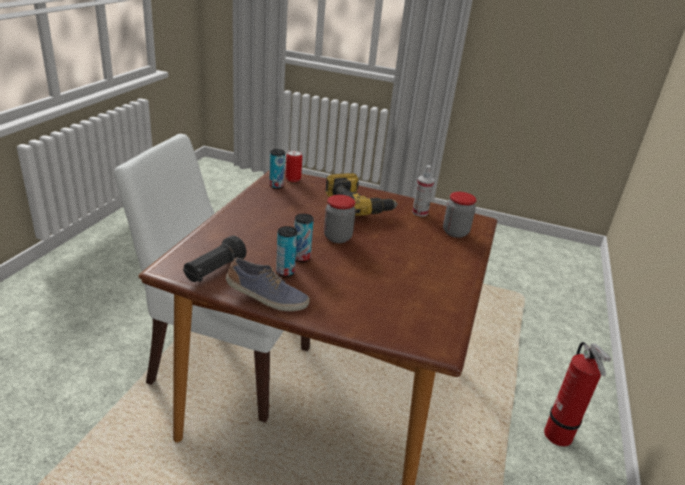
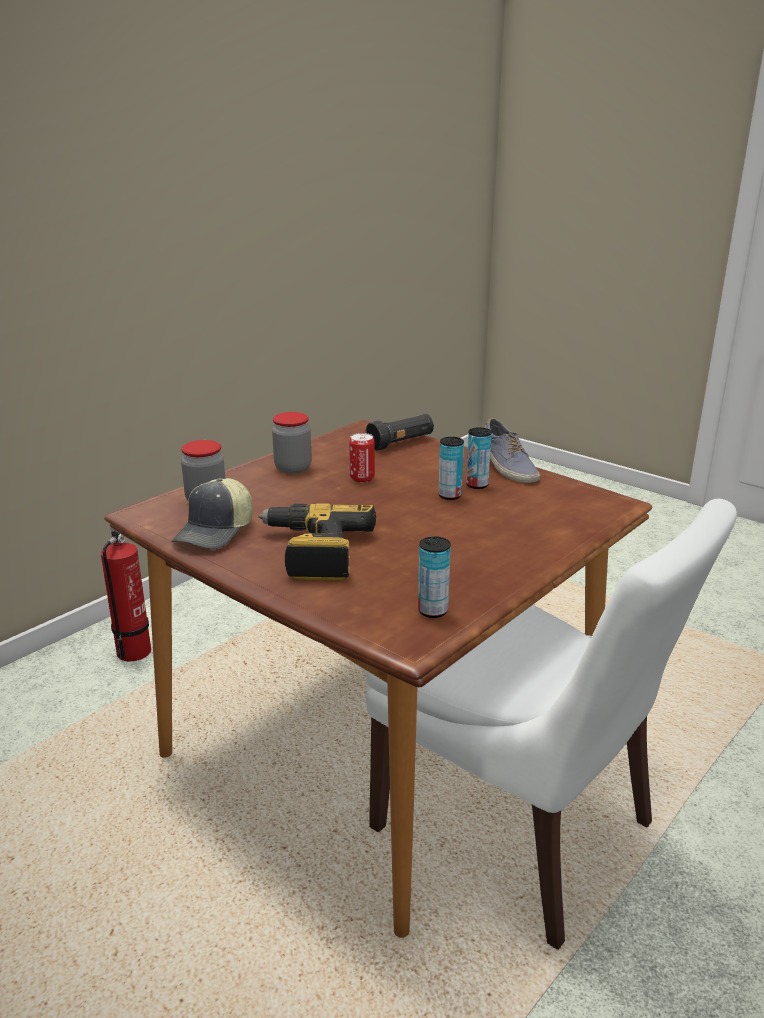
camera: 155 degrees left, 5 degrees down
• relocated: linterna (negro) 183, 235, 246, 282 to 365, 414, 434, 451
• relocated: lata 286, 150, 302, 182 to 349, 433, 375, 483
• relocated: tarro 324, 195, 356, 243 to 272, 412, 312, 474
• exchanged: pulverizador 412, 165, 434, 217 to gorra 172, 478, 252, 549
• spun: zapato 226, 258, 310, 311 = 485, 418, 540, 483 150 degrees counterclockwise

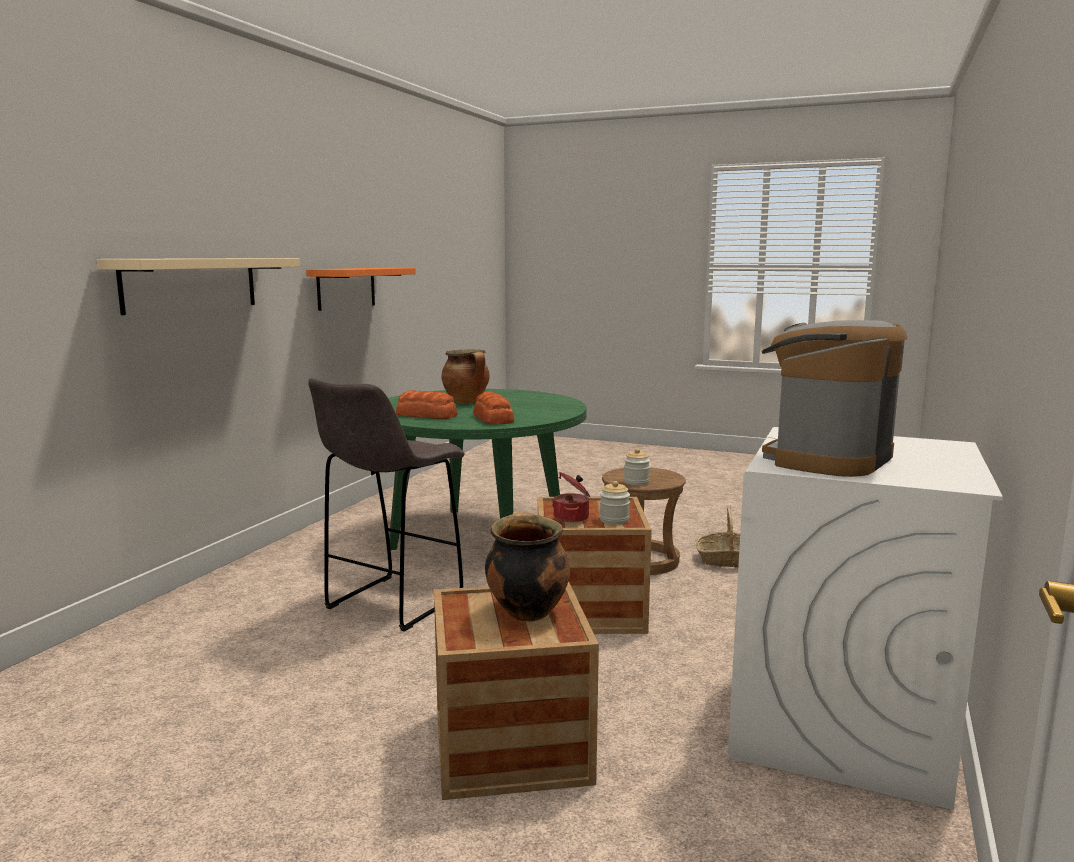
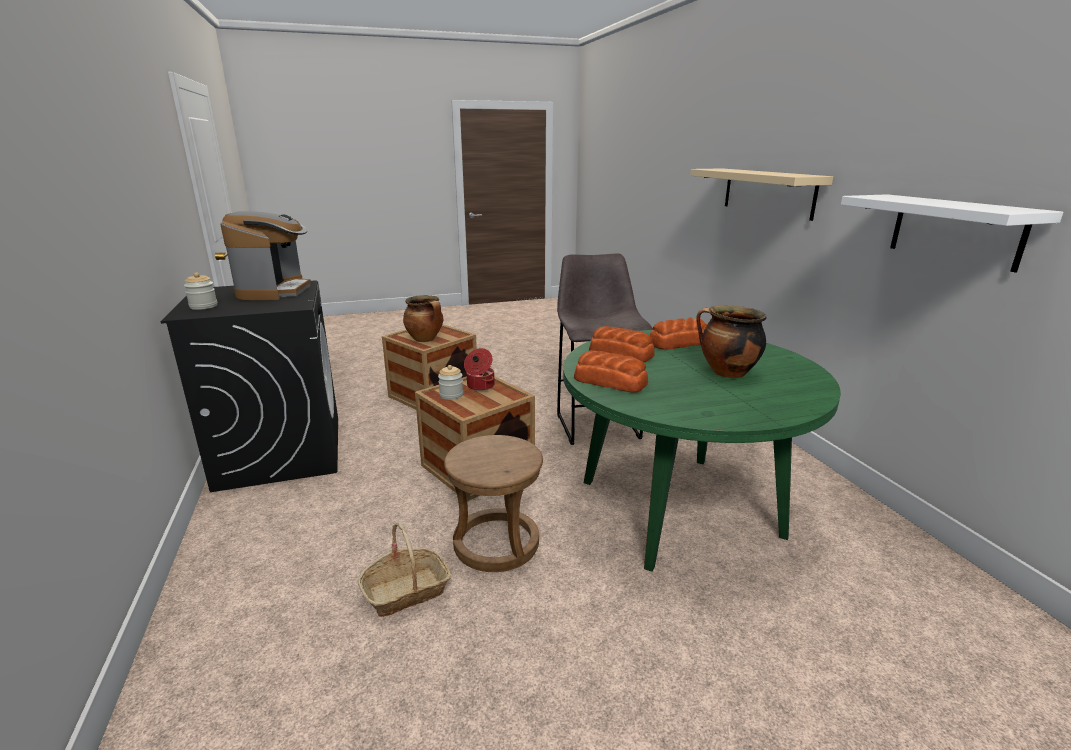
camera: 140 degrees right, 10 degrees up
• appeared: pan 574, 350, 648, 393
• relocated: tarro 624, 448, 650, 485 to 184, 272, 217, 310
• colour: estante (naranja) 306, 268, 416, 311 to estante (blanco) 841, 194, 1063, 273
• colour: lavadora (blanco) 728, 427, 1003, 810 to lavadora (negro) 160, 280, 338, 492

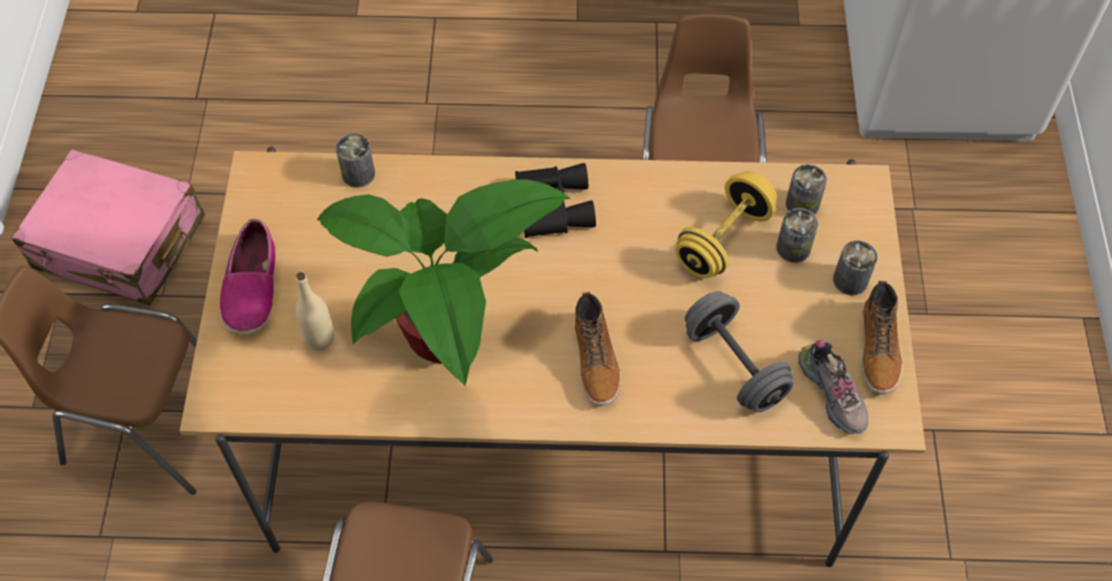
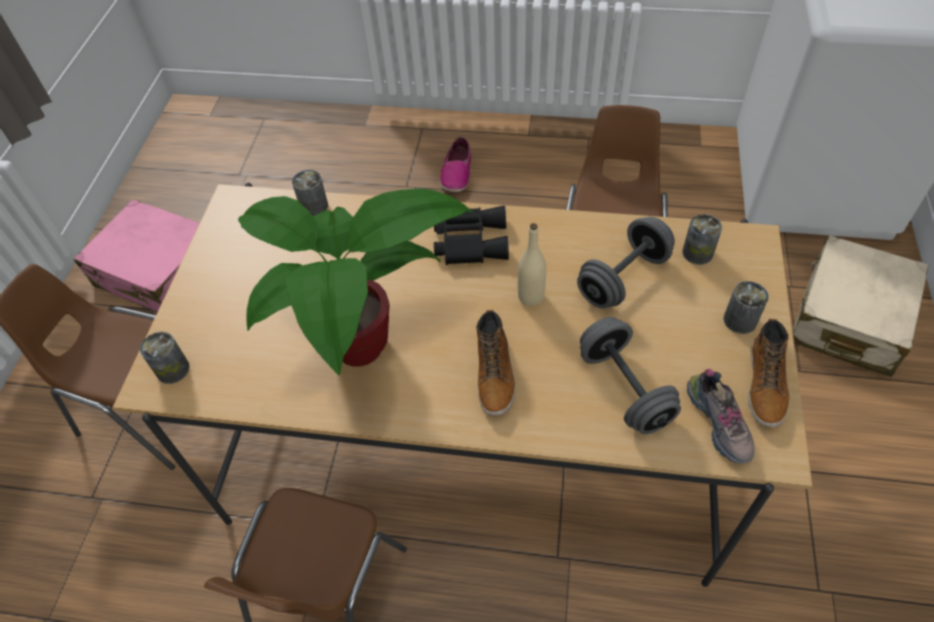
camera: 10 degrees right, 5 degrees down
• appeared: maleta (beis) 792, 235, 929, 377
• relocated: zapato 220, 219, 275, 334 to 440, 137, 471, 192
• relocated: botella (beis) 296, 272, 334, 351 to 518, 223, 546, 306
• relocated: lata 776, 208, 818, 263 to 140, 332, 190, 384
• colour: mancuerna (amarillo) 675, 171, 777, 278 to mancuerna (gris) 577, 217, 675, 308

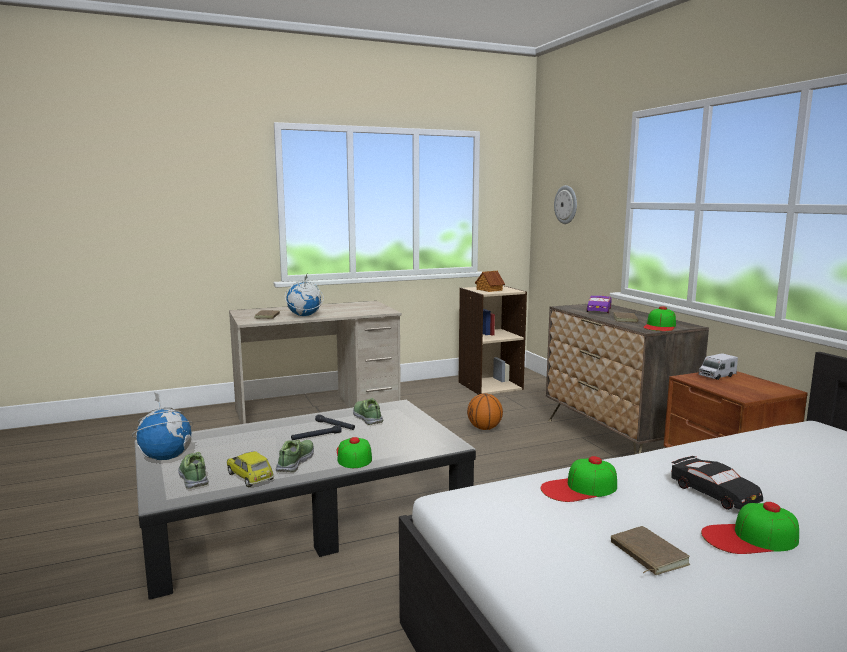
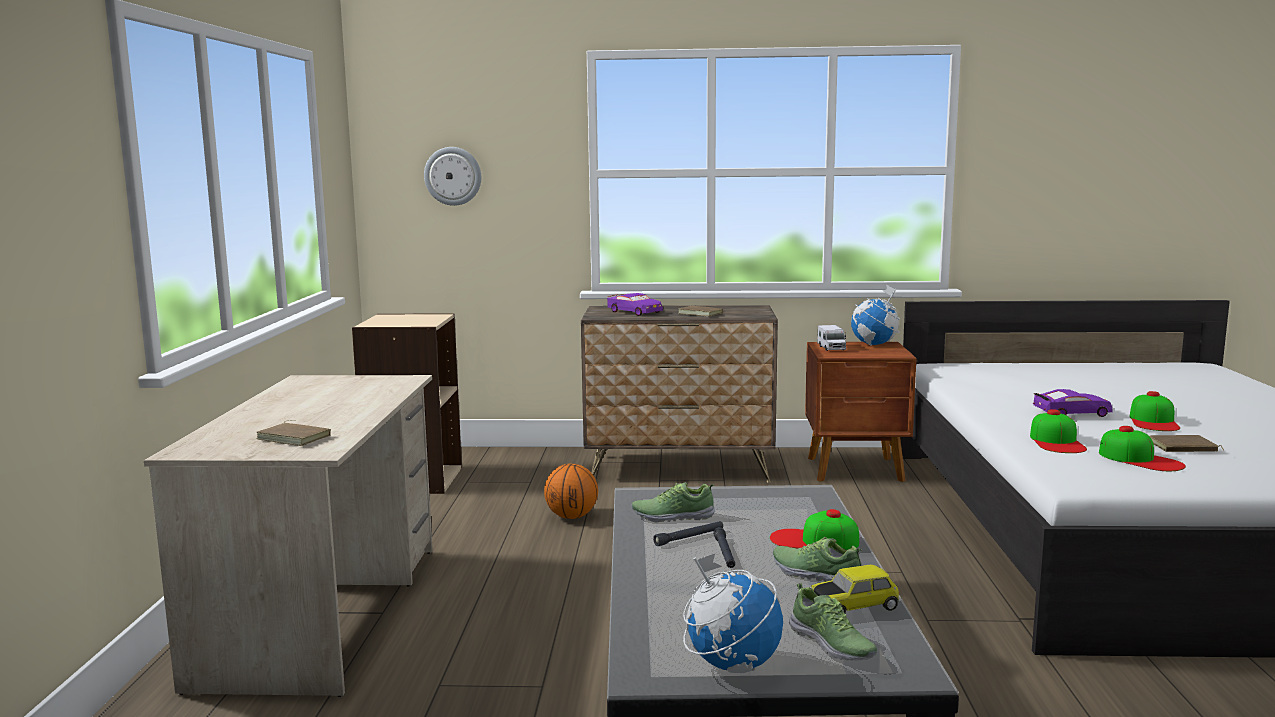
camera: 65 degrees left, 0 degrees up
• missing: casita 475, 271, 505, 292
• relocated: globo terráqueo 285, 274, 324, 316 to 851, 284, 900, 346
• relocated: gorra 643, 306, 676, 331 to 1099, 426, 1186, 471
• colour: coche de juguete (negro) 671, 456, 763, 510 to coche de juguete (morado) 1033, 389, 1113, 417
• spun: zapato 178, 452, 209, 489 = 789, 583, 877, 660 120 degrees counterclockwise

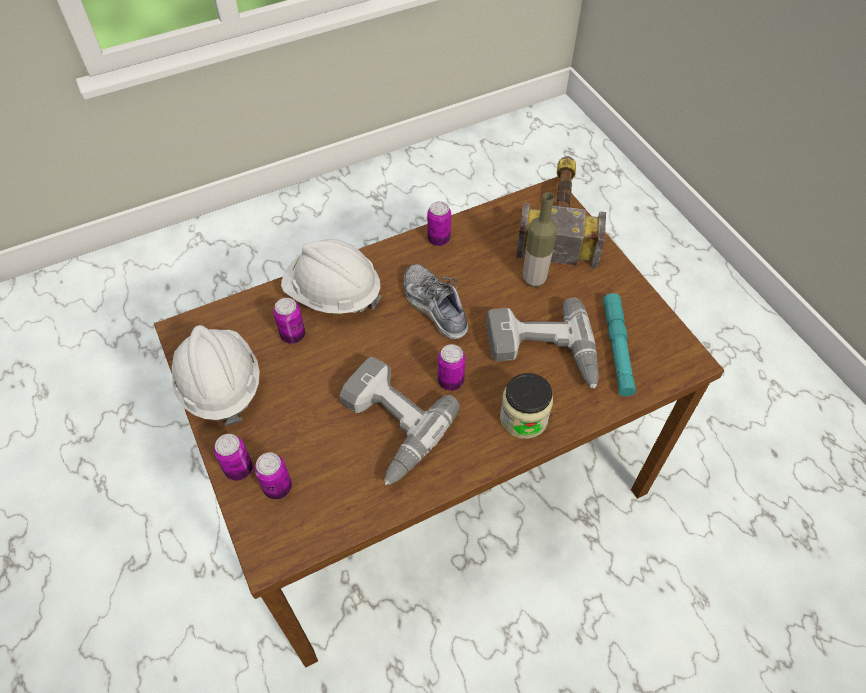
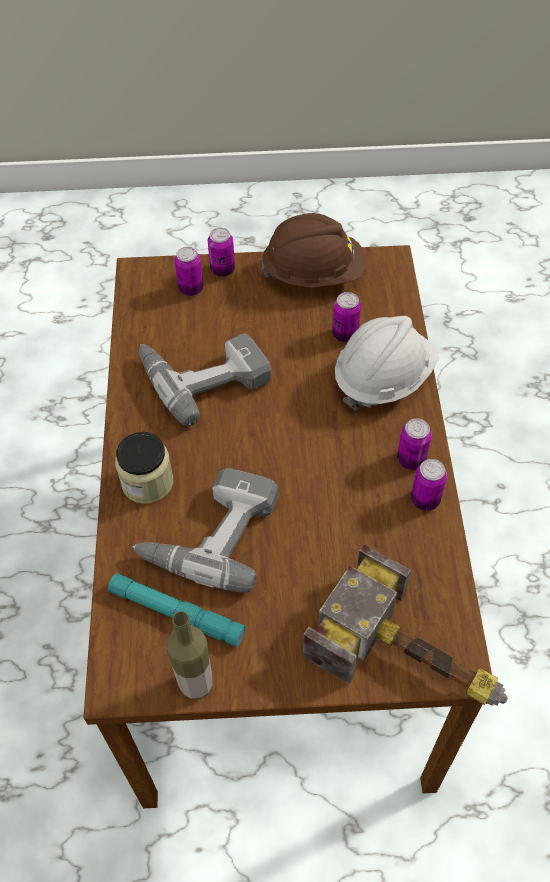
camera: 115 degrees right, 0 degrees up
• missing: zapato 404, 264, 468, 339
• relocated: lata 438, 344, 466, 391 to 397, 418, 432, 470
• relocated: botella 523, 192, 557, 287 to 167, 611, 213, 699
• colour: casco (blanco) 172, 325, 260, 426 to casco (marrón) 261, 213, 366, 287

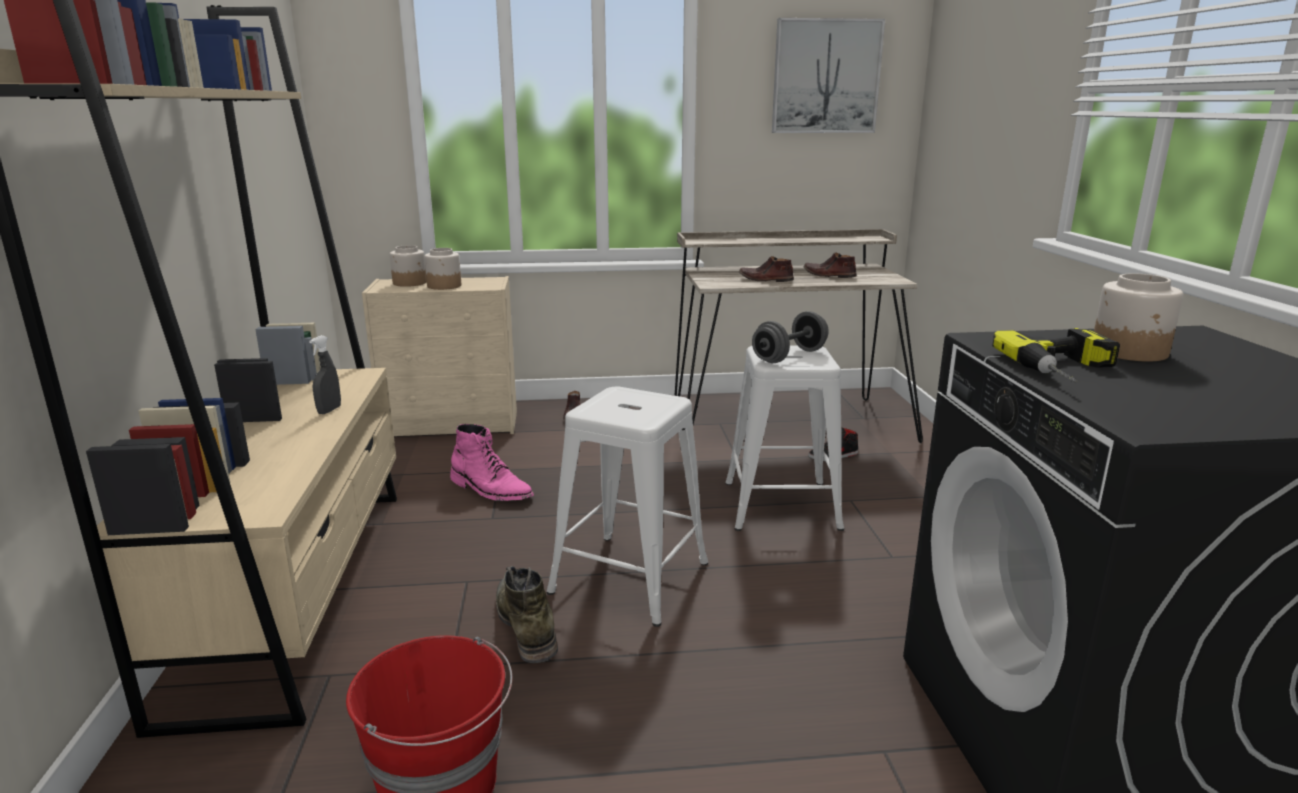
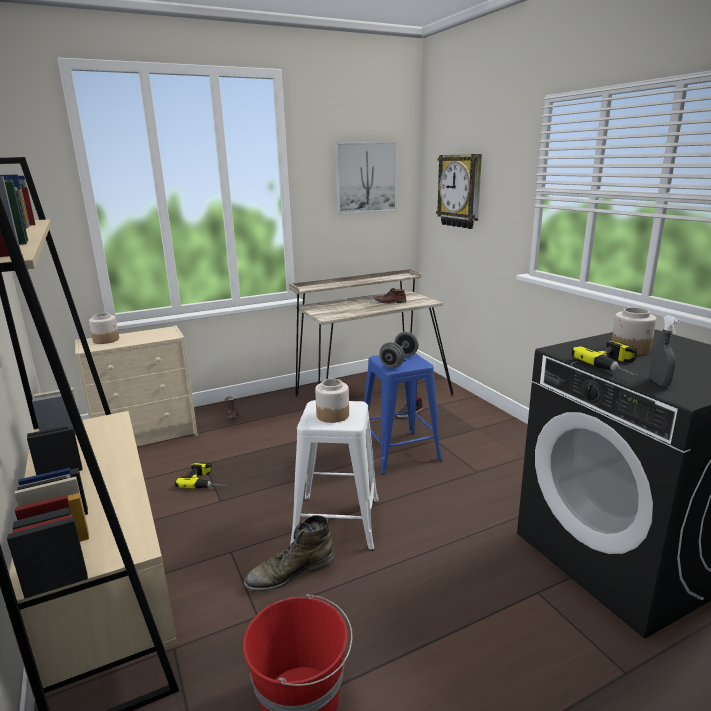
camera: 20 degrees left, 0 degrees up
• missing: zapato (marrón) 739, 256, 794, 282
• appeared: reloj de pared 436, 154, 482, 229
• relocated: pulverizador (gris) 309, 335, 341, 414 to 649, 315, 680, 387
• relocated: tarro 424, 248, 461, 290 to 315, 379, 349, 423
• exchanged: bota (rosa) 450, 424, 534, 501 to taladro 175, 462, 227, 489
• colour: taburete (blanco) 725, 345, 844, 531 to taburete (azul) 364, 353, 443, 475
• spun: bota (verde) 496, 566, 558, 663 = 244, 515, 334, 592 75 degrees counterclockwise

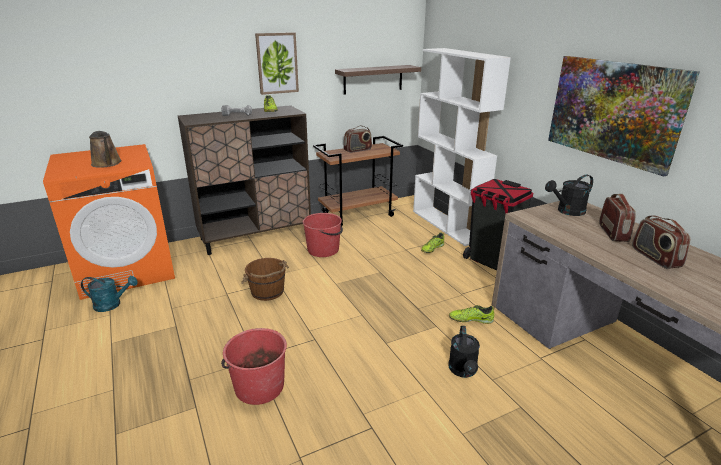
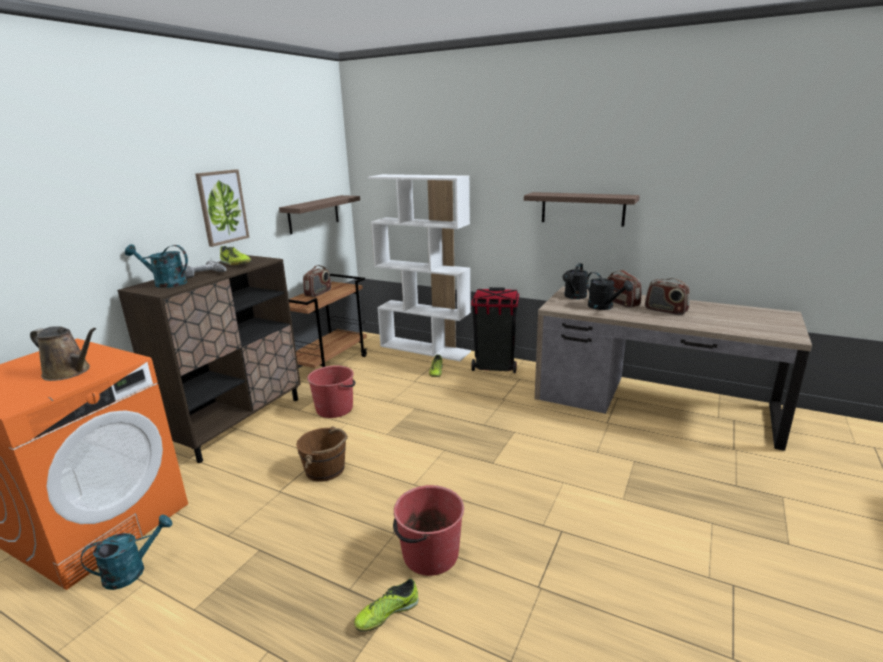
camera: 35 degrees left, 5 degrees down
• appeared: regadera (turquesa) 125, 244, 188, 288
• relocated: regadera (negro) 448, 326, 480, 378 to 586, 272, 633, 310
• relocated: zapato 449, 305, 494, 324 to 354, 578, 419, 632
• exchanged: cuadro 548, 56, 699, 176 to estante 524, 192, 640, 227

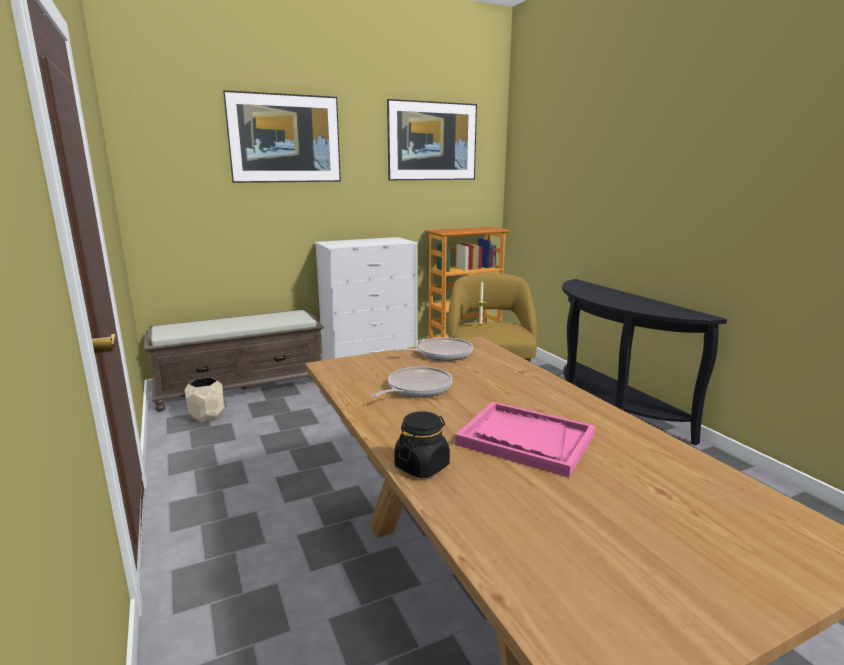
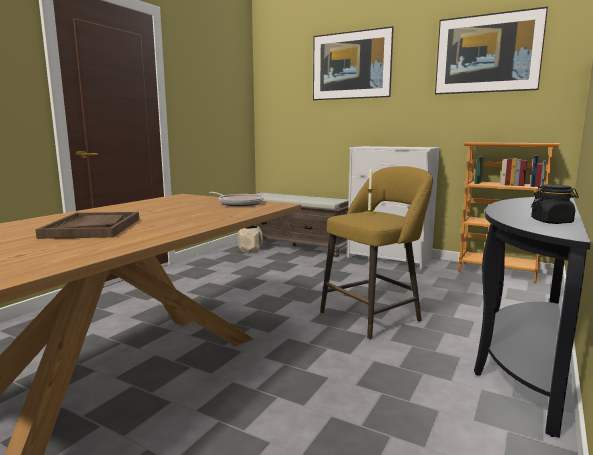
camera: 55 degrees right, 5 degrees down
• missing: sartén 372, 366, 452, 397
• relocated: tarro (negro) 394, 411, 450, 478 to 531, 184, 579, 224
• colour: bandeja (rosa) 455, 402, 595, 478 to bandeja (marrón) 35, 212, 139, 239

